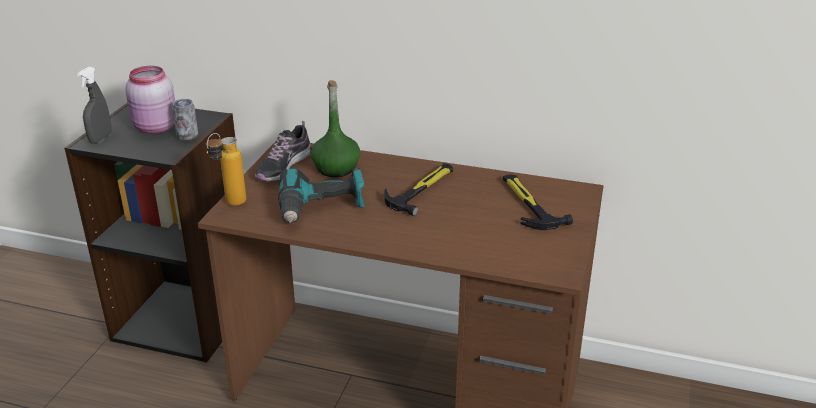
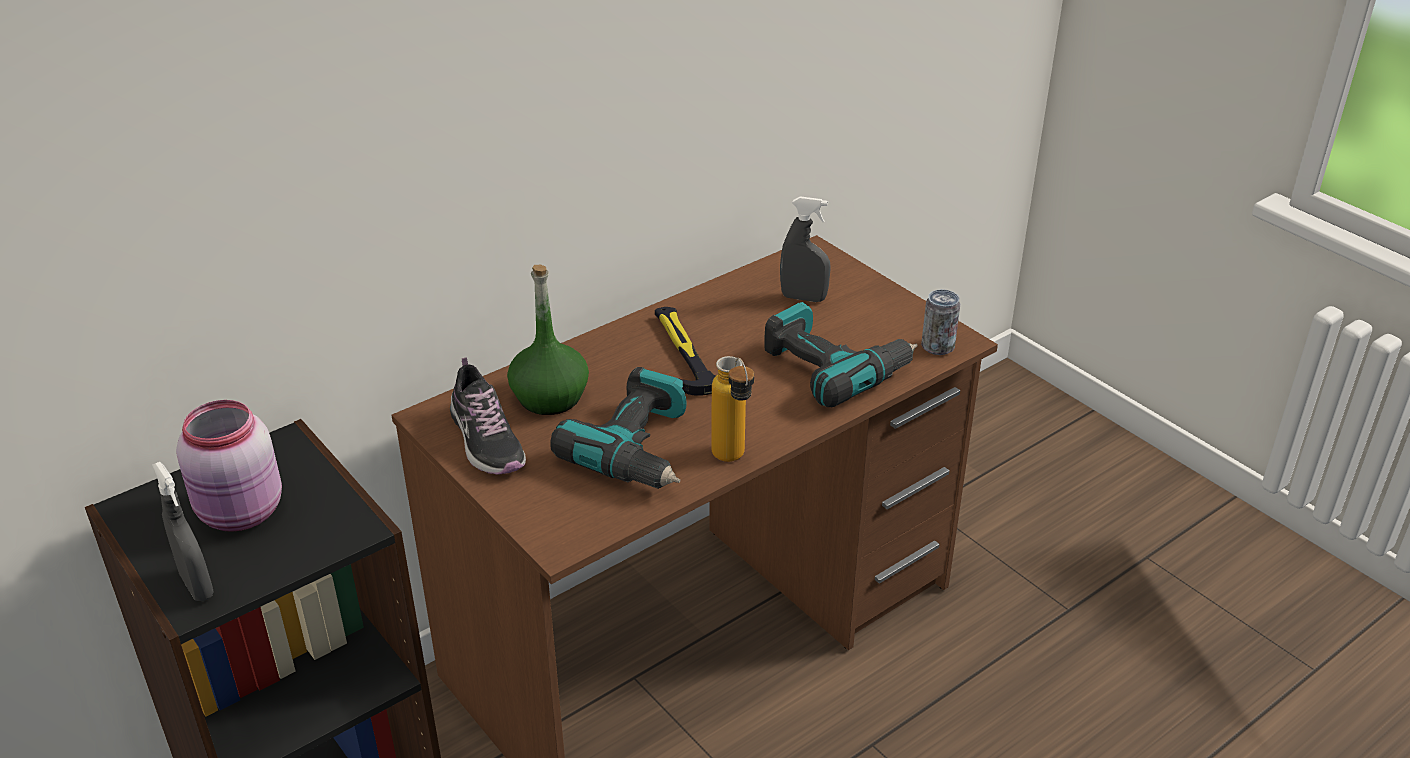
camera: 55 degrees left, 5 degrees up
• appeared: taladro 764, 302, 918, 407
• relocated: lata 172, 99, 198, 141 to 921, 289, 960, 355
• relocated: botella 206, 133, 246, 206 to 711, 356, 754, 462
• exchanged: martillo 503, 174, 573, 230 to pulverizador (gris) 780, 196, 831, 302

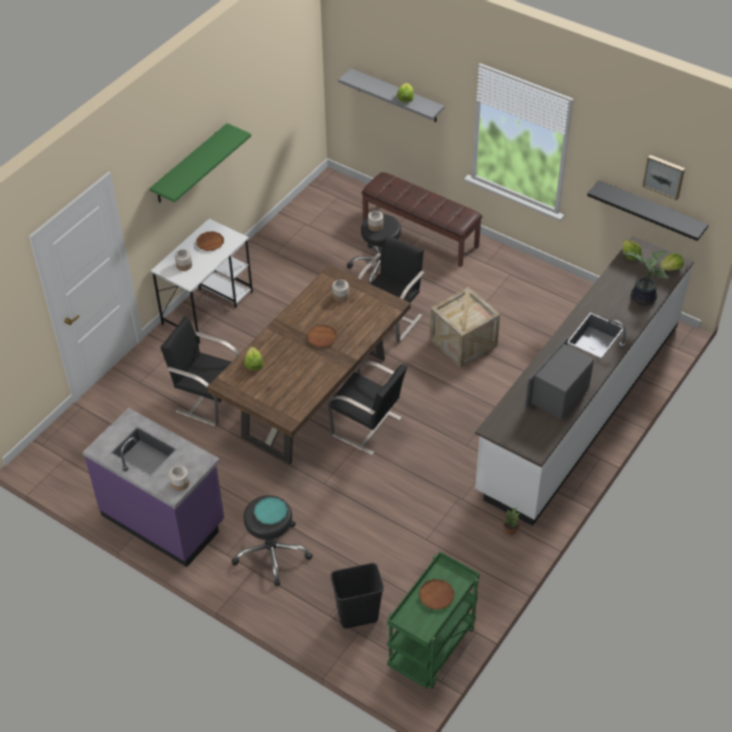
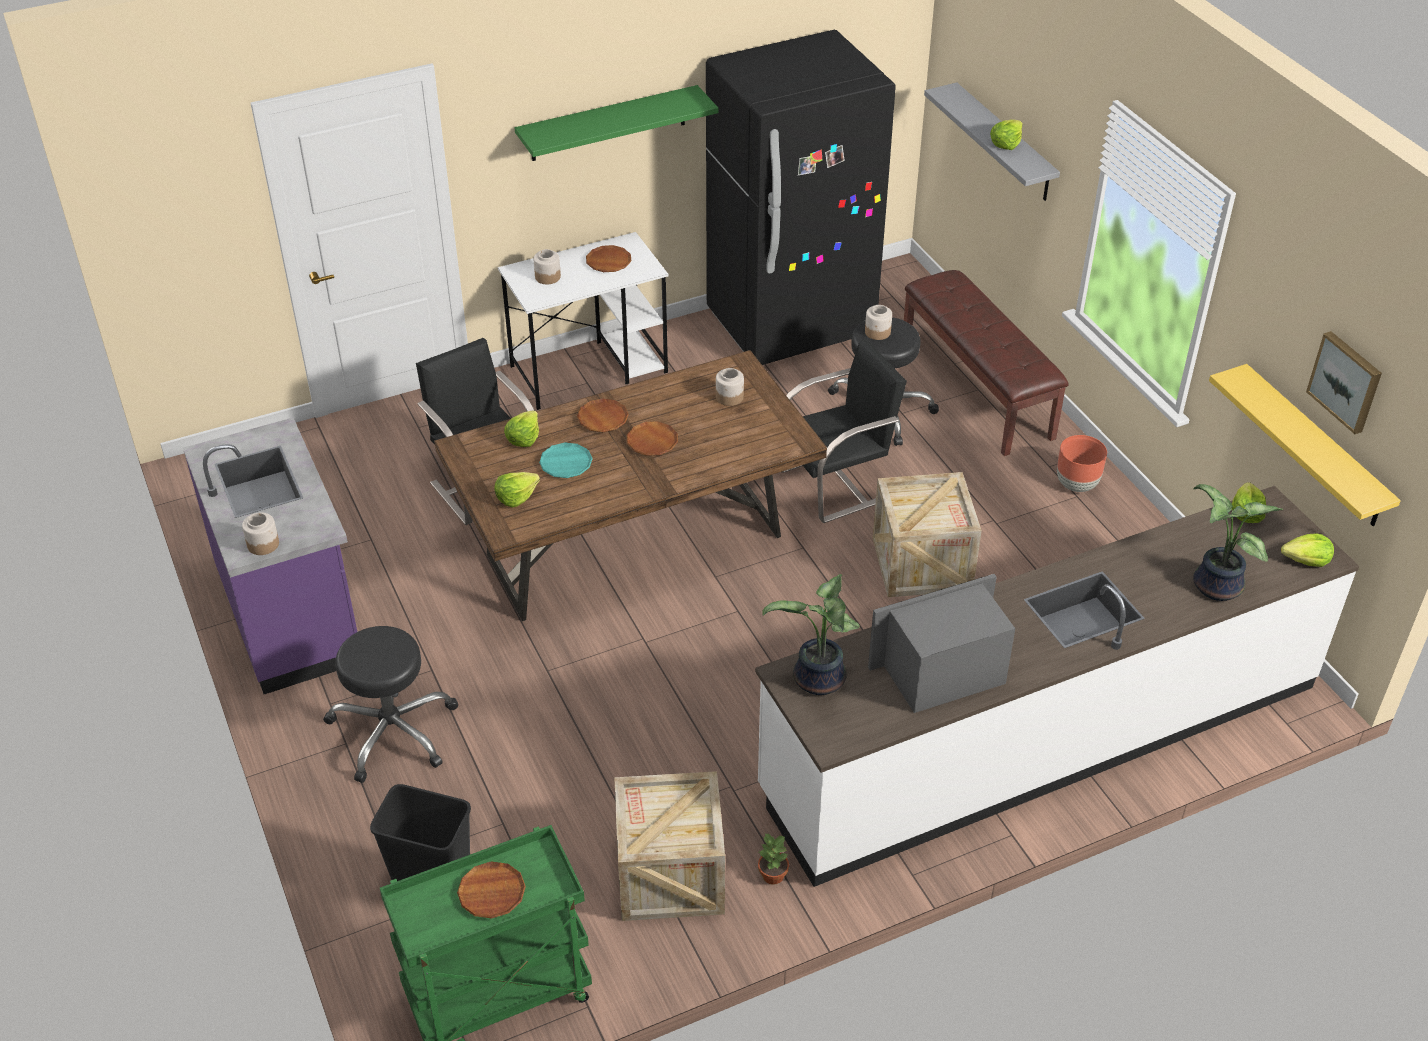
camera: 30 degrees right, 5 degrees down
• missing: silla (negro) 327, 361, 407, 455
• appeared: lechuga 495, 472, 540, 507
• appeared: plato (marrón) 577, 398, 629, 432
• appeared: caja de embalaje 614, 771, 725, 921
• appeared: nevera (negro) 706, 30, 896, 365
• appeared: planta en maceta 762, 574, 860, 695
• appeared: maceta (marrón) 1057, 435, 1107, 492
• relocated: plato (turquesa) 254, 497, 287, 524 to 539, 443, 593, 478
• colour: estante (negro) 587, 180, 709, 241 to estante (amarillo) 1209, 364, 1401, 526

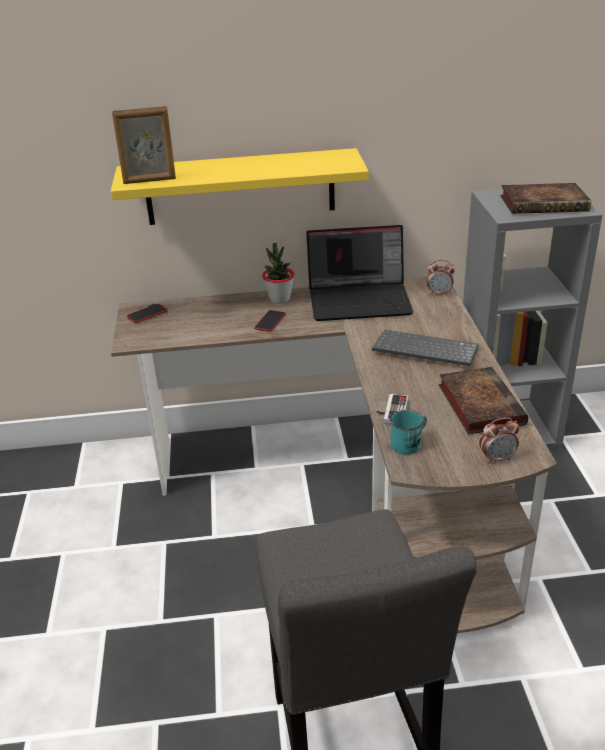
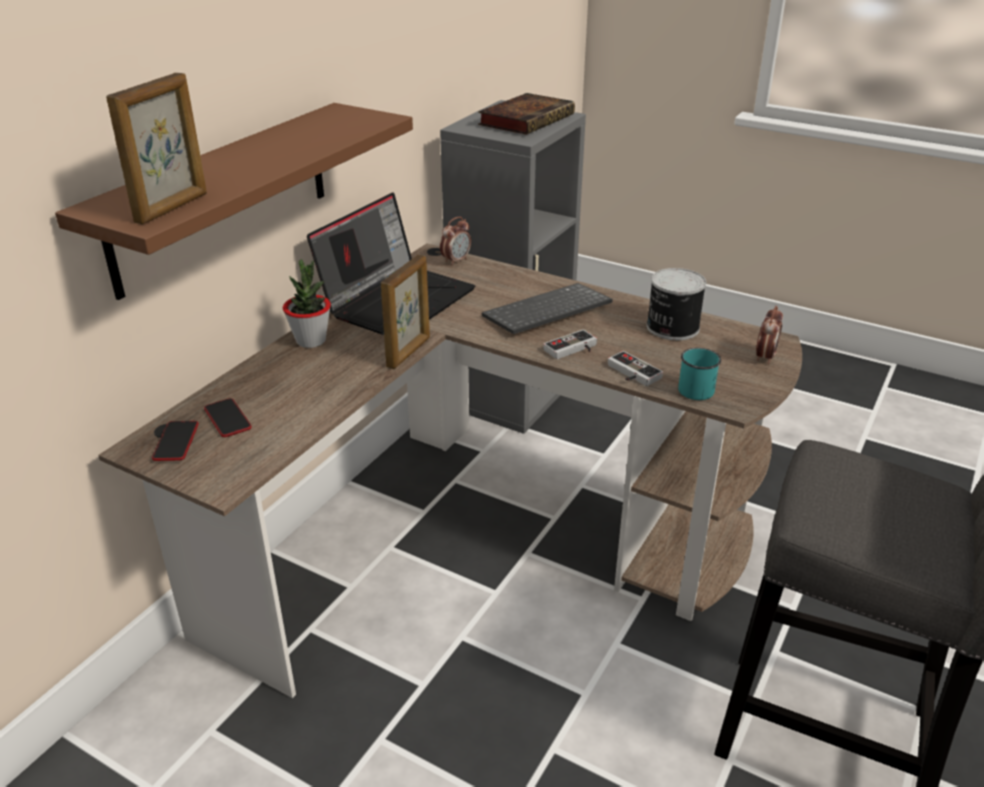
camera: 55 degrees left, 0 degrees up
• appeared: portarretratos 381, 255, 430, 369
• appeared: mando de consola 543, 330, 597, 359
• relocated: móvil 254, 310, 286, 332 to 204, 398, 252, 437
• exchanged: libro 439, 367, 528, 434 to lata 647, 268, 706, 340
• colour: estante (amarillo) 110, 148, 369, 225 to estante (marrón) 55, 103, 413, 300

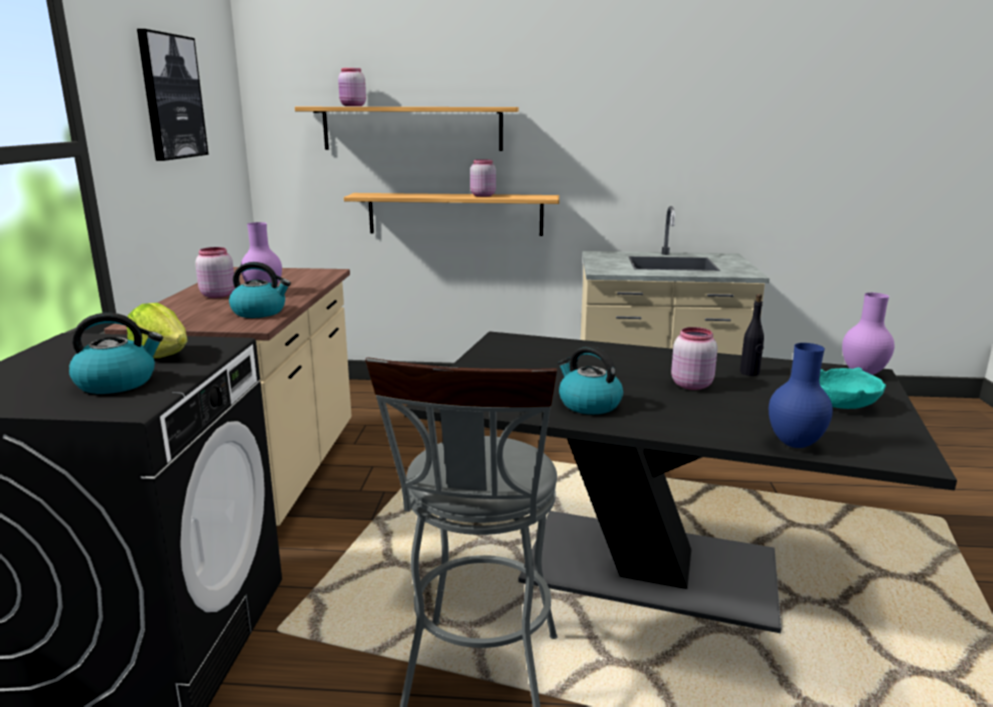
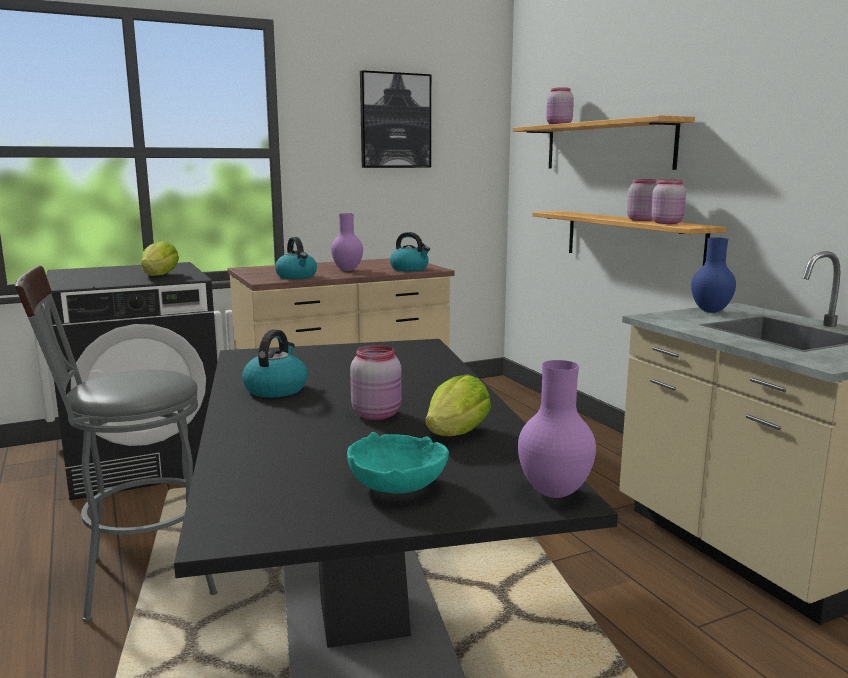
camera: 60 degrees right, 5 degrees down
• relocated: hervidor 69, 313, 163, 394 to 390, 232, 430, 271
• relocated: tarro (rosa) 195, 247, 235, 298 to 651, 180, 686, 224
• relocated: florero (azul) 769, 343, 833, 448 to 691, 237, 736, 313
• exchanged: botella (negro) 740, 294, 764, 376 to lechuga 425, 375, 491, 436

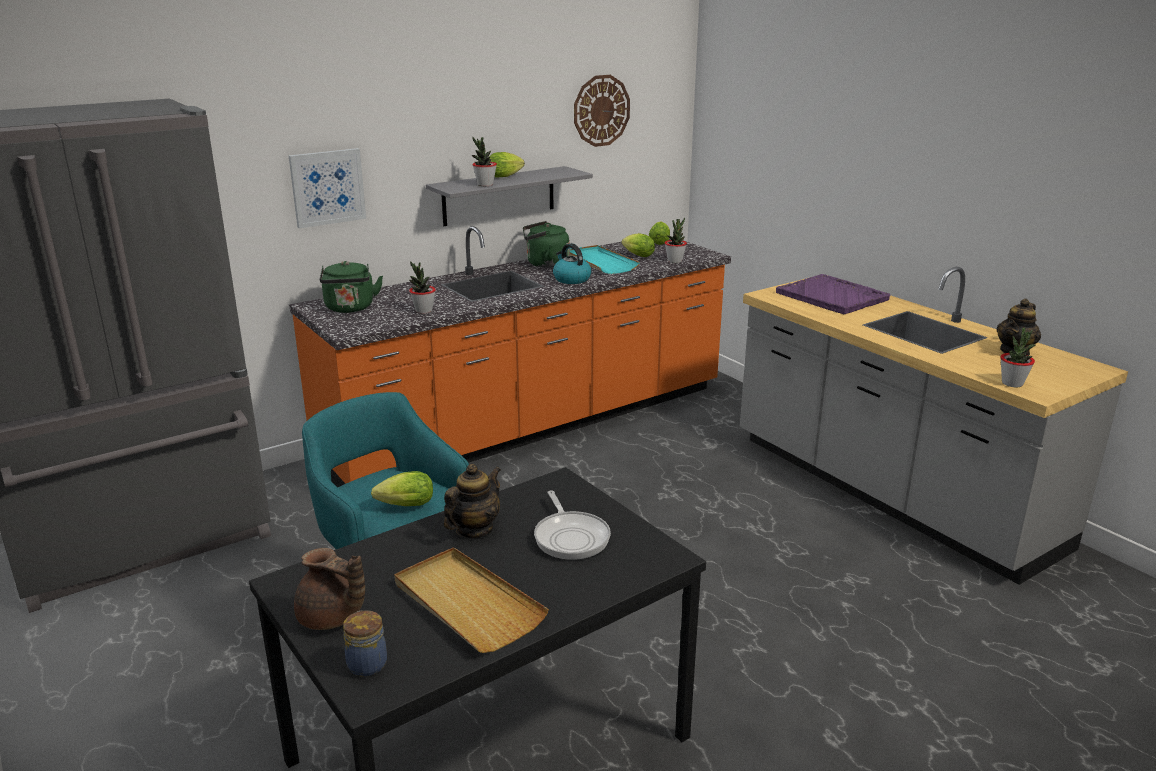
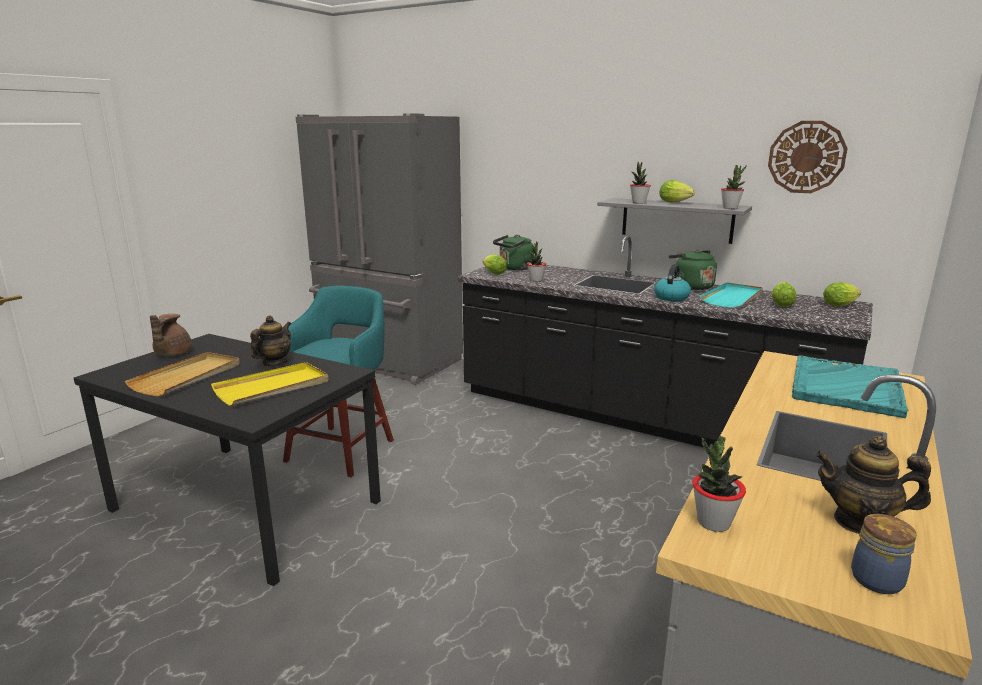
camera: 65 degrees right, 5 degrees down
• missing: cuadro 288, 148, 366, 229
• relocated: tarro 343, 610, 387, 677 to 851, 514, 917, 594
• relocated: lechuga 371, 471, 433, 506 to 483, 254, 507, 275
• relocated: planta en maceta 665, 218, 687, 263 to 721, 165, 747, 209
• exchanged: sartén 534, 490, 611, 560 to bandeja (amarillo) 211, 362, 329, 406
• colour: mueble bajo de cocina (naranja) 289, 226, 731, 487 to mueble bajo de cocina (negro) 458, 236, 873, 448
• colour: bandeja (morado) 776, 274, 890, 314 to bandeja (turquesa) 792, 355, 908, 418
• spun: tetera 444, 464, 501, 538 = 250, 315, 291, 366 75 degrees counterclockwise

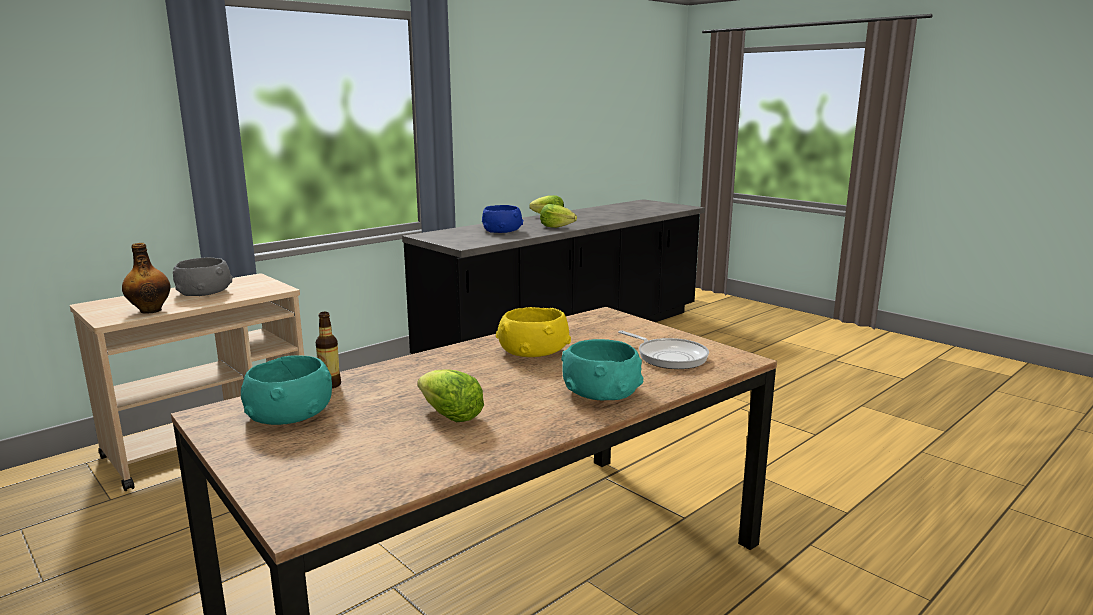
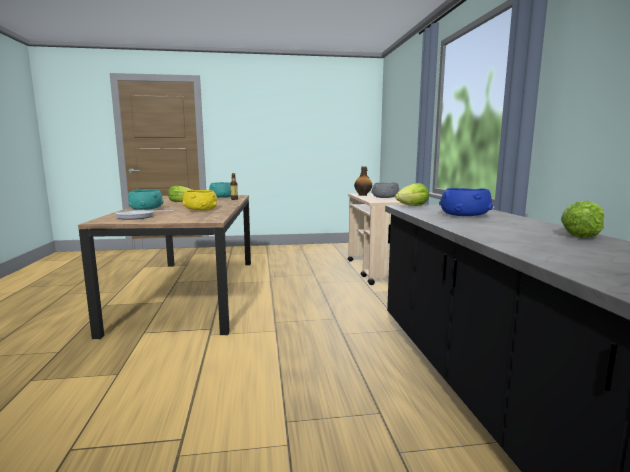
camera: 125 degrees right, 5 degrees down
• relocated: lechuga 540, 204, 577, 228 to 395, 183, 429, 206

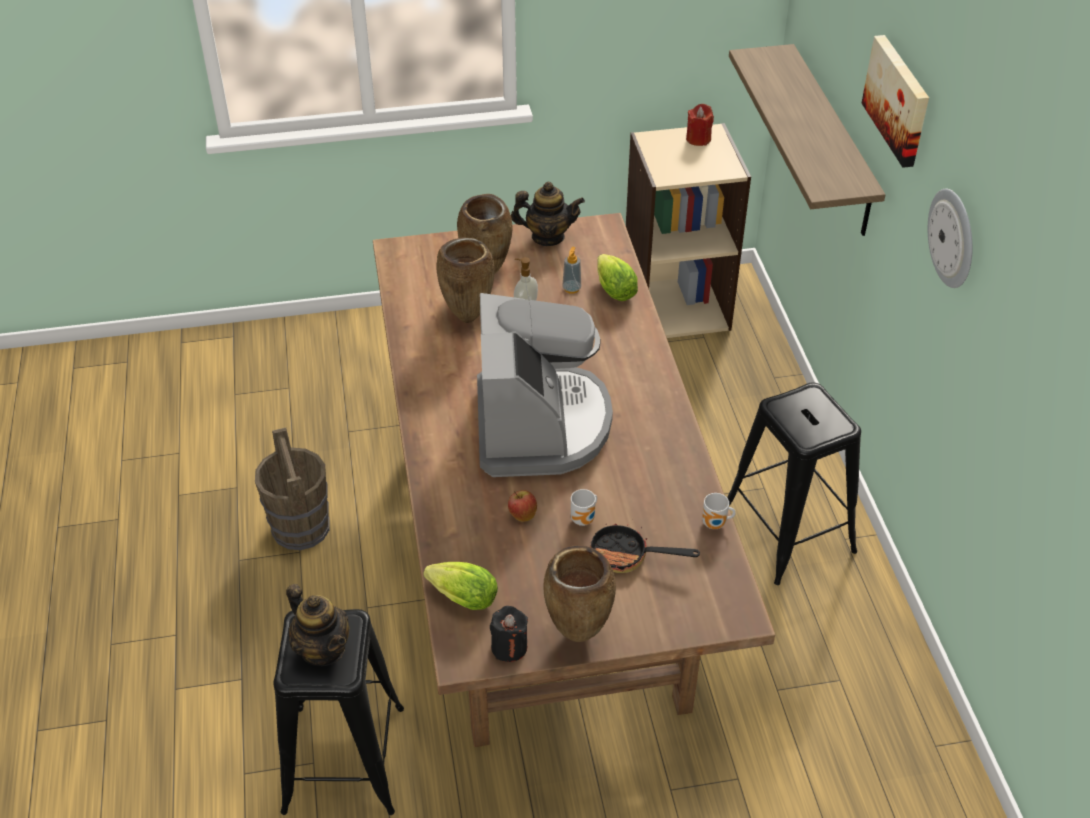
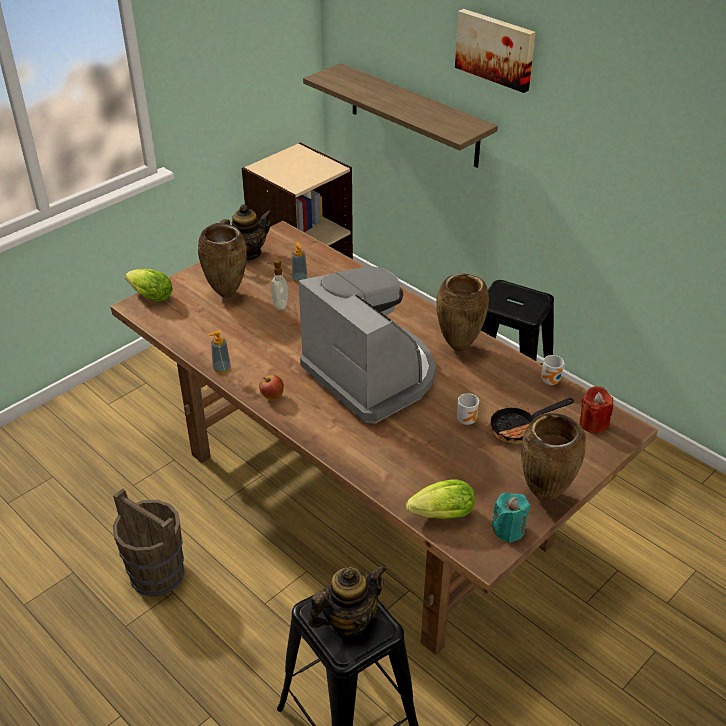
camera: 35 degrees left, 5 degrees down
• missing: reloj de pared 928, 188, 973, 288
• appeared: dispensador de jabón 208, 330, 231, 373
• relocated: florero (marrón) 436, 237, 495, 323 to 436, 274, 489, 351
• relocated: manzana 508, 490, 537, 522 to 259, 375, 284, 401
• relocated: lechuga 597, 254, 638, 301 to 125, 269, 173, 302
• relocated: vela (rojo) 686, 104, 714, 146 to 580, 386, 613, 433
• colour: vela (negro) 490, 606, 528, 662 to vela (turquesa) 491, 492, 530, 543
• spun: tetera 286, 584, 349, 666 = 308, 564, 387, 637 45 degrees counterclockwise

